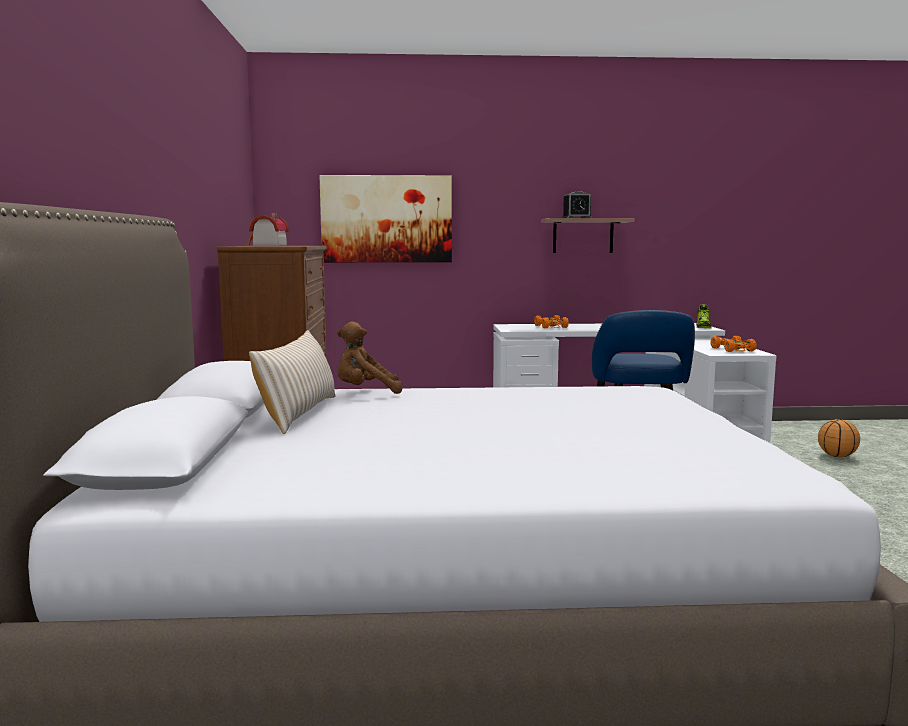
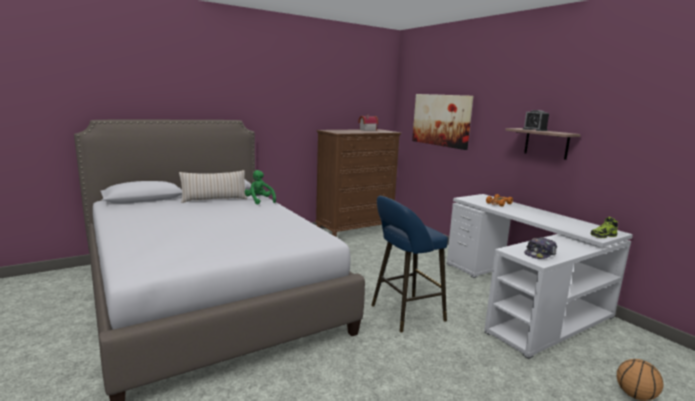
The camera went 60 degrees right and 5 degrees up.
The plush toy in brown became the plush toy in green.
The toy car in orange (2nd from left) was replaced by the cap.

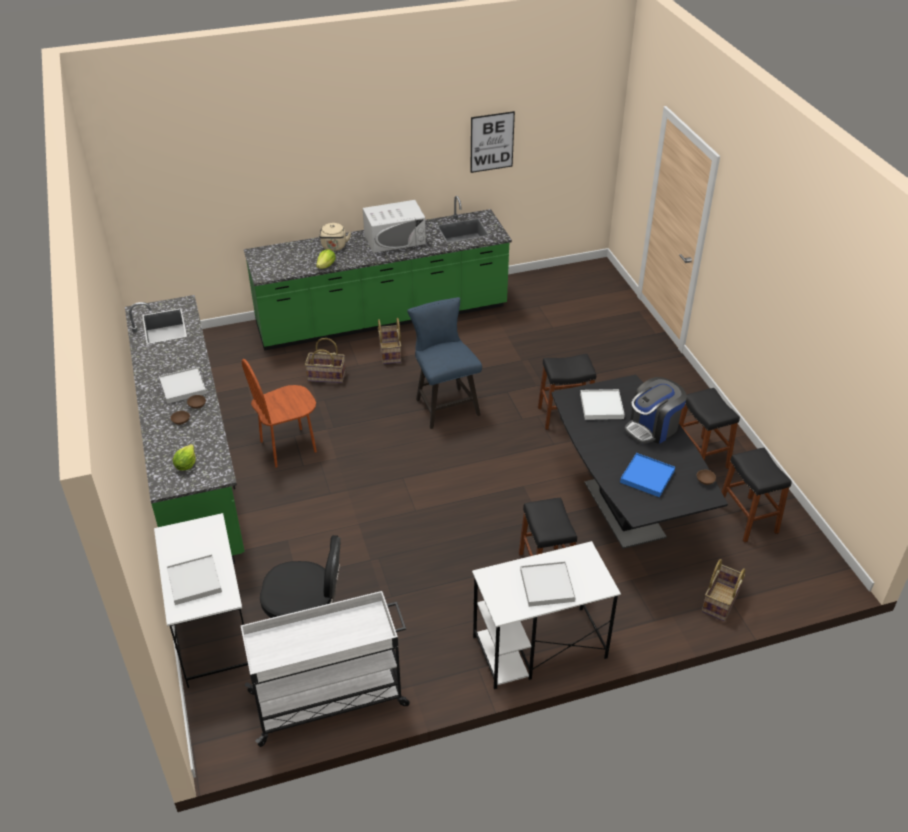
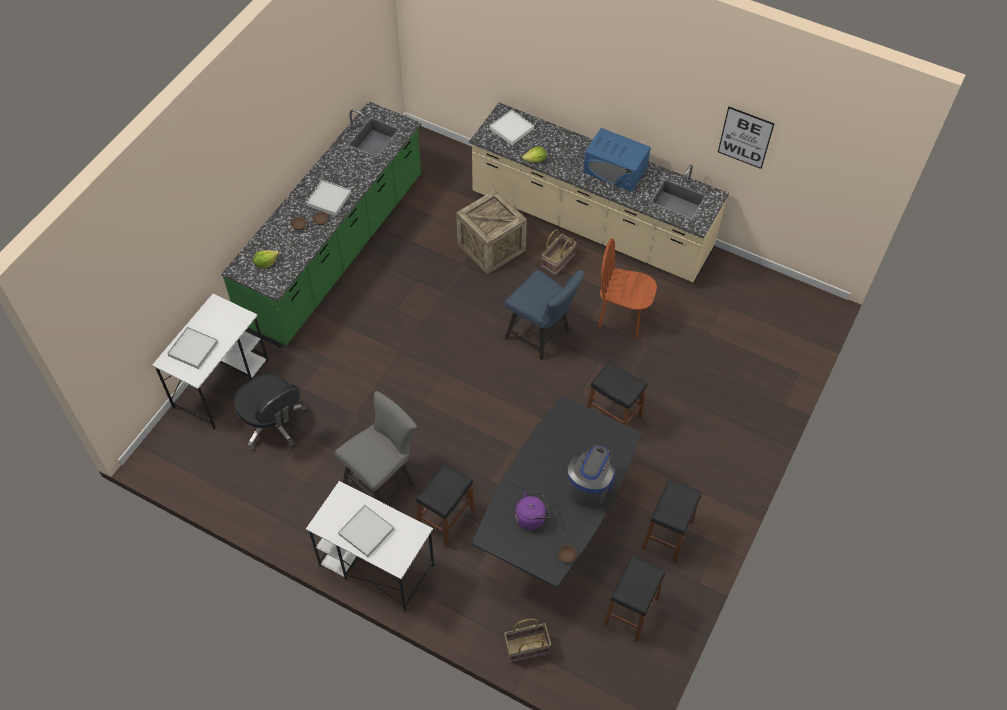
The camera went 45 degrees right and 15 degrees up.
The cart in white disappeared.
The chair in brown moved.
The counter in green (2nd from left) became the counter in beige.
The basket (1st from left) was replaced by the crate.
The kettle in beige disappeared.
The microwave in white became the microwave in blue.
The chair in blue turned 105 degrees clockwise.
The tray in white (4th from left) moved.
The tray in blue was replaced by the kettle in purple.
The coffee machine turned 105 degrees clockwise.
The chair in grey appeared.

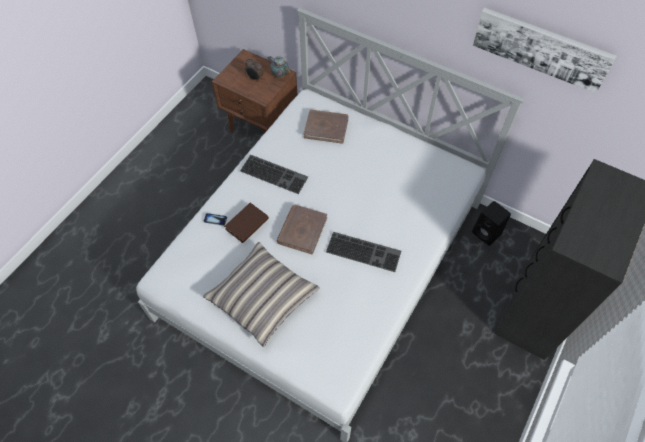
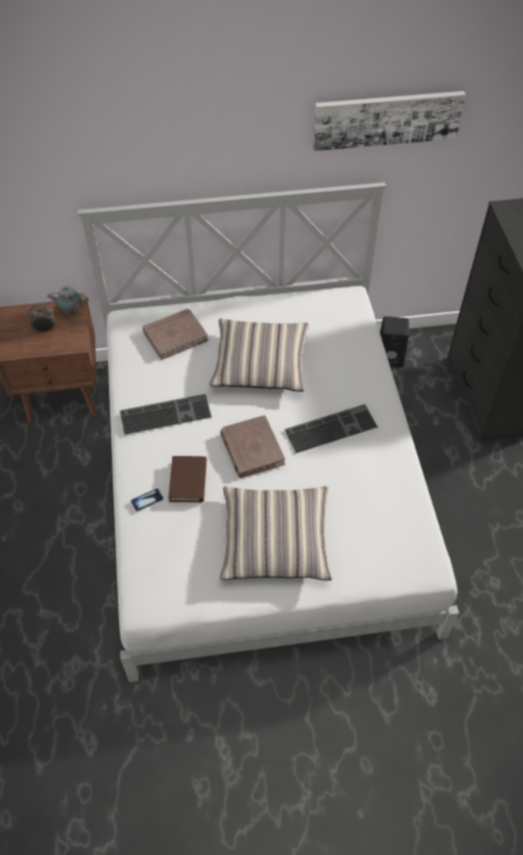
The camera went 40 degrees left and 5 degrees down.
The pillow (1st from left) appeared.

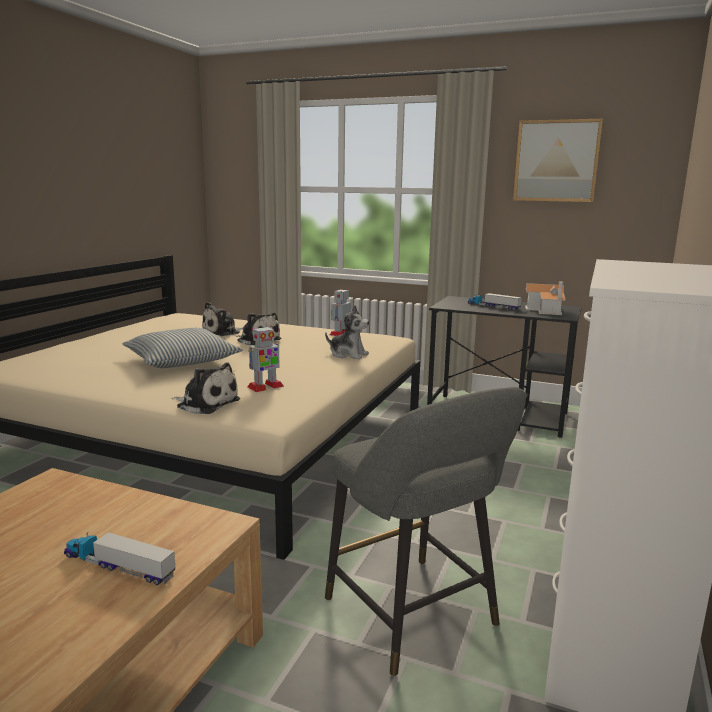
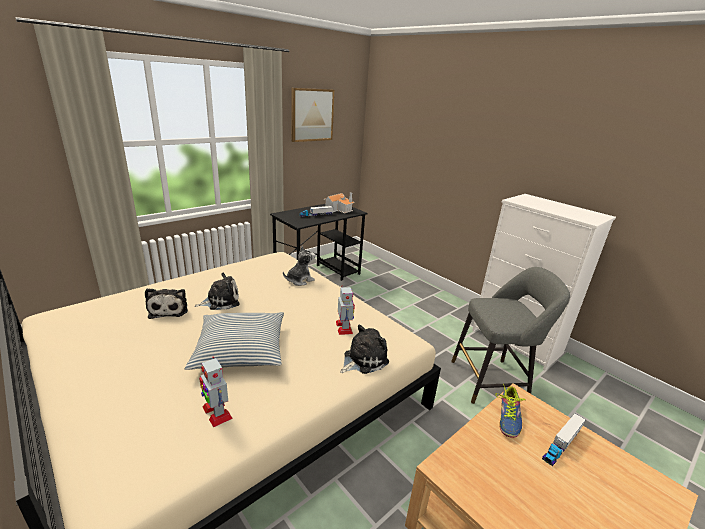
The camera went 65 degrees left and 10 degrees up.
The toy robot (2nd from left in the first image) moved.
The shoe appeared.

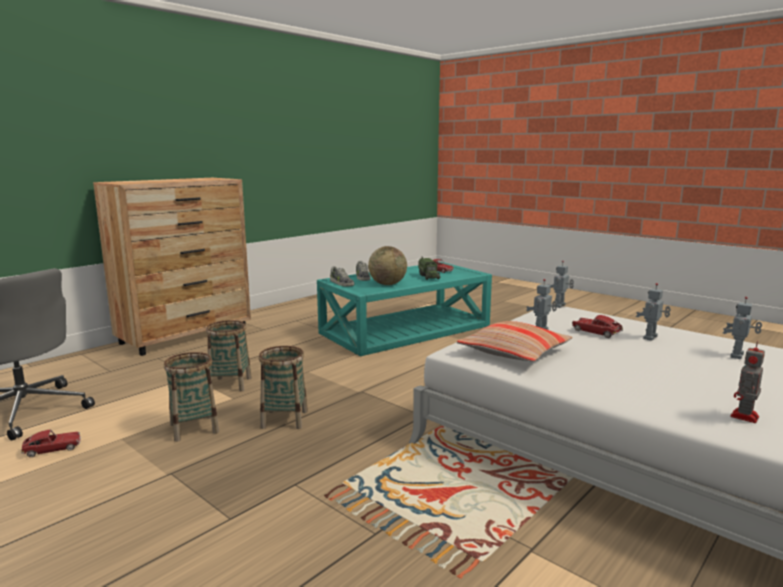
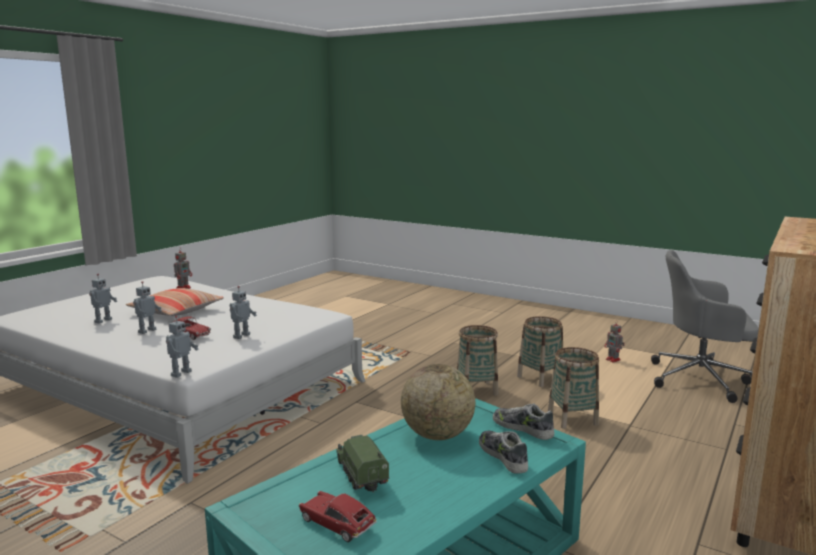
The camera went 170 degrees right and 0 degrees up.
The toy car (1st from left) was replaced by the toy robot (6th from left).
The pillow moved.

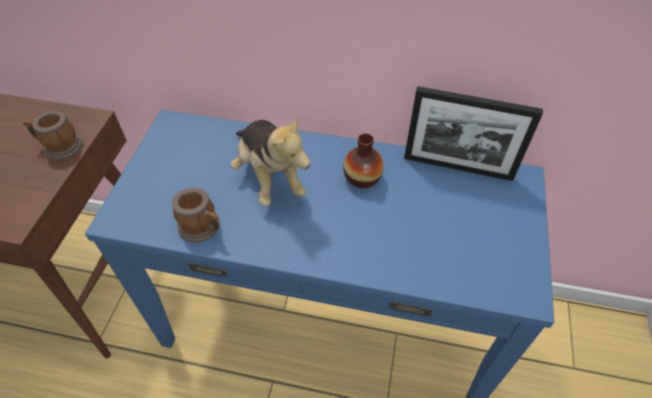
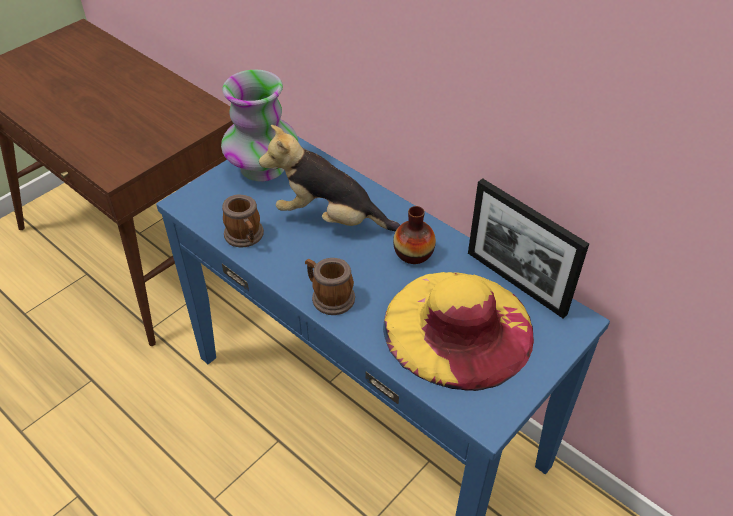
The camera went 30 degrees right and 5 degrees down.
The mug (1st from left in the first image) moved.
The plush toy turned 105 degrees clockwise.
The vase (1st from left) appeared.
The hat in yellow appeared.

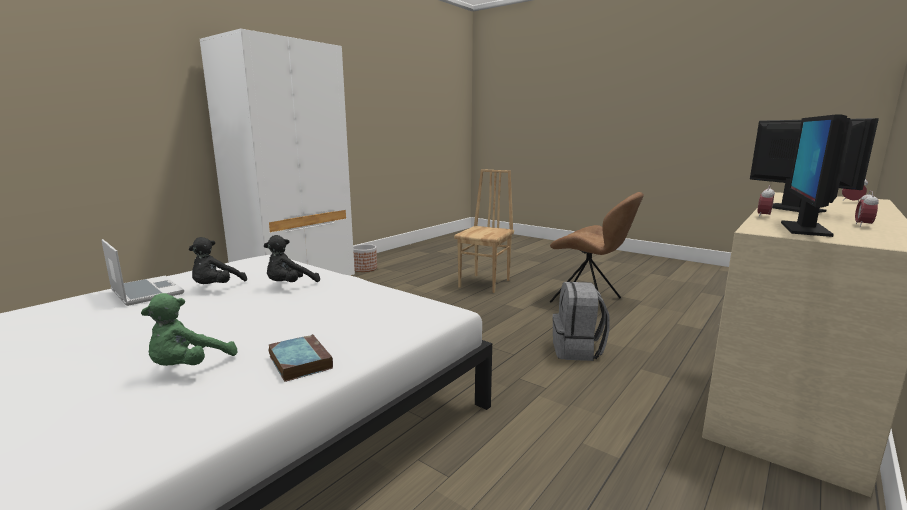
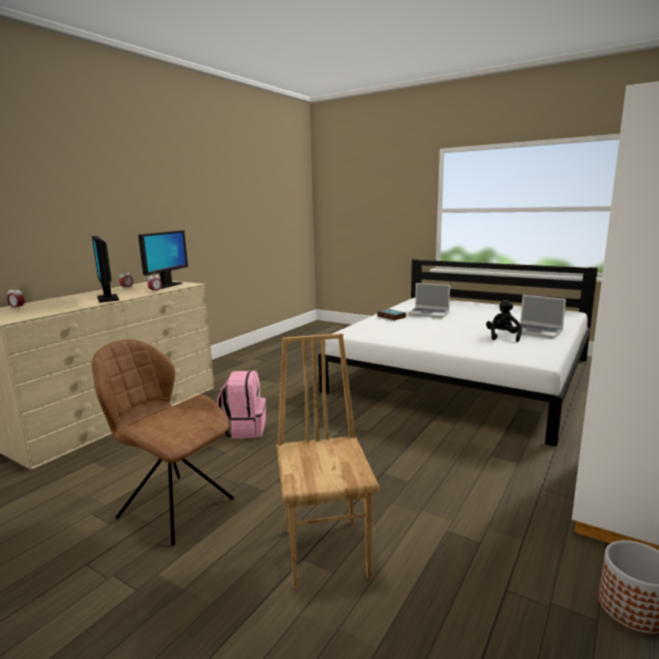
The camera went 175 degrees right and 0 degrees up.
The plush toy in green was replaced by the laptop (1st from left).
The plush toy in black (2nd from left) disappeared.
The chair in brown (1st from left in the first image) turned 150 degrees clockwise.
The backpack in grey became the backpack in pink.

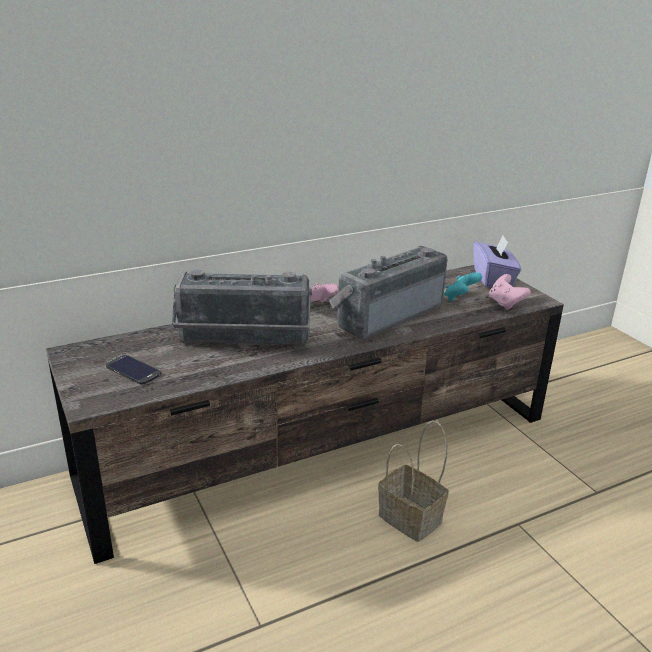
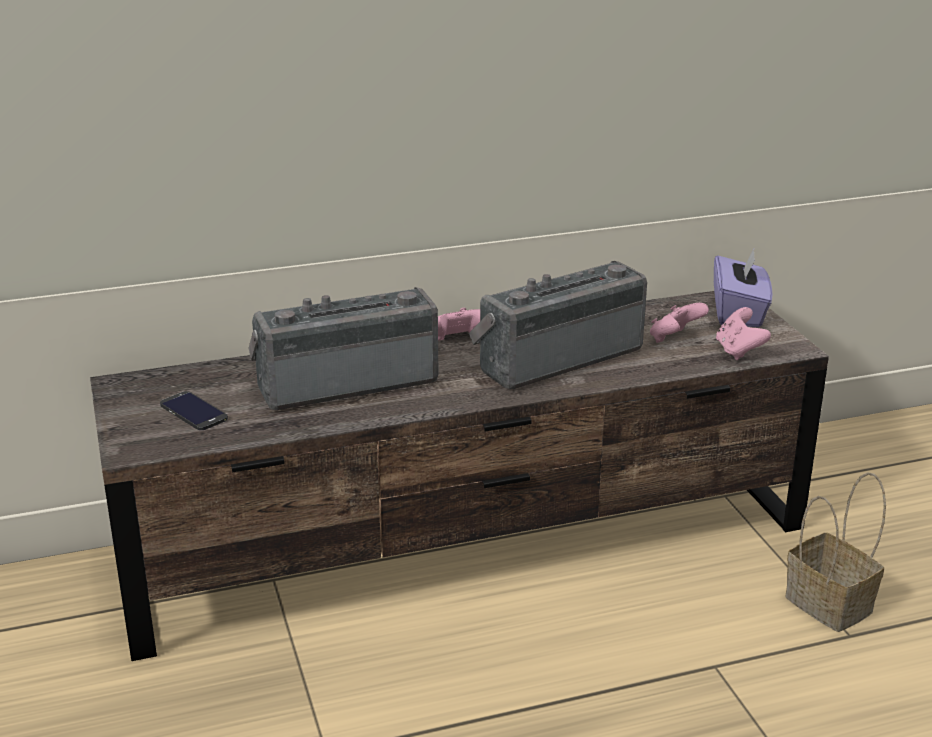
The camera went 10 degrees right and 0 degrees up.
The radio (1st from left) turned 150 degrees clockwise.
The basket moved.
The game controller in turquoise became the game controller in pink (2nd from left).

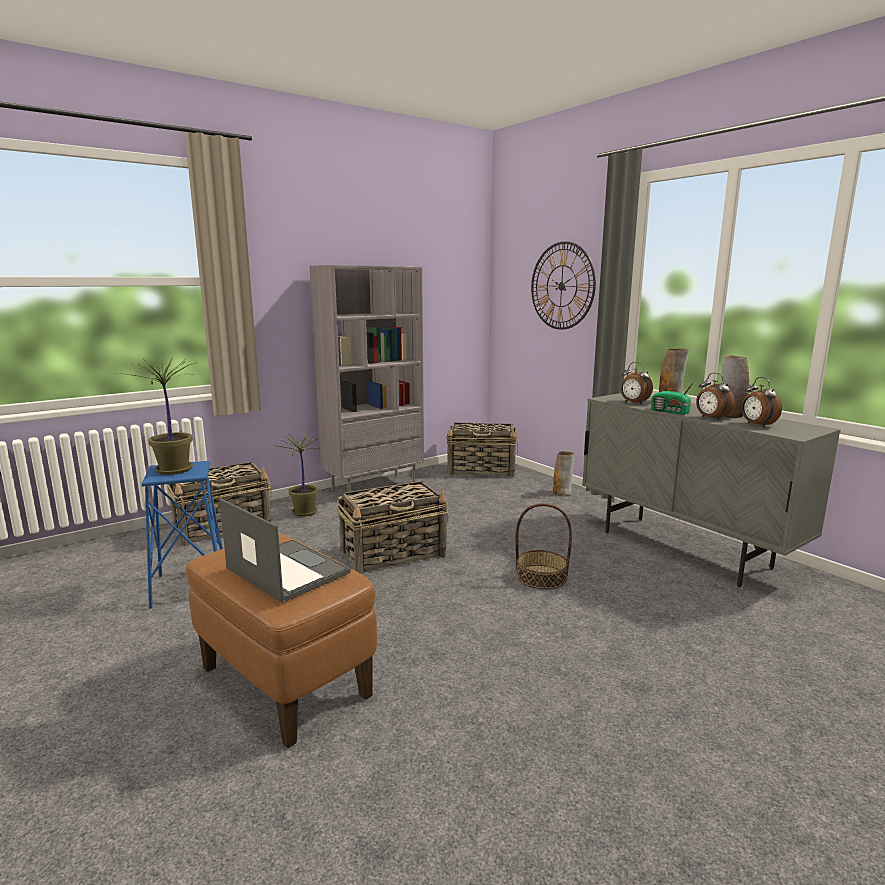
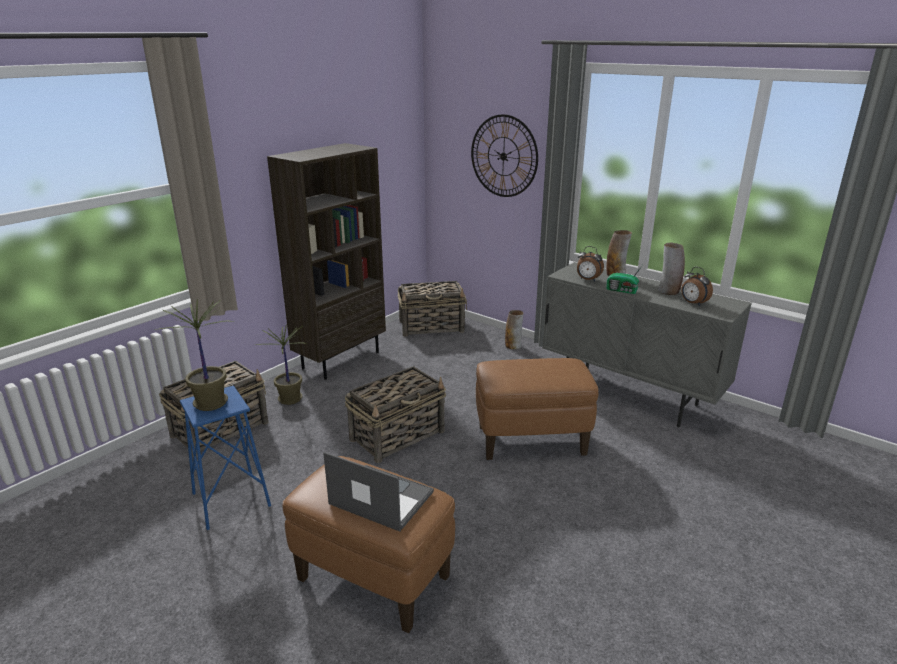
The camera went 15 degrees left and 10 degrees up.
The bookcase in grey became the bookcase in brown.
The basket (4th from left) was replaced by the ottoman in brown (2nd from left).
The alarm clock (2nd from left) disappeared.

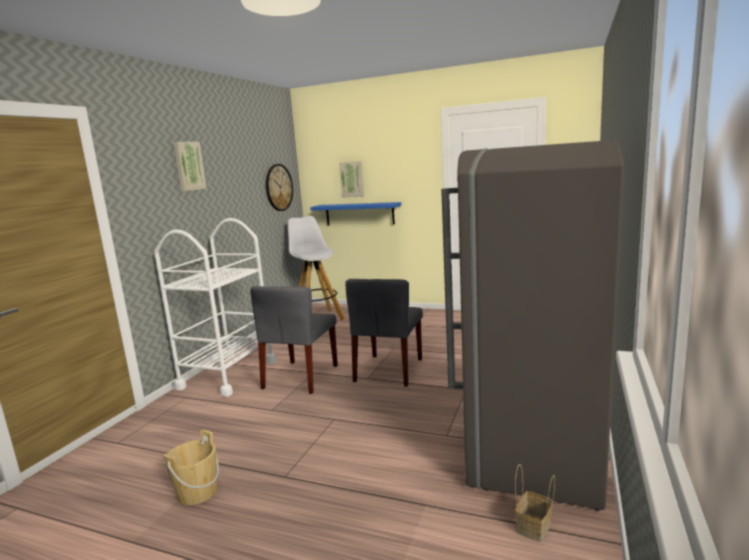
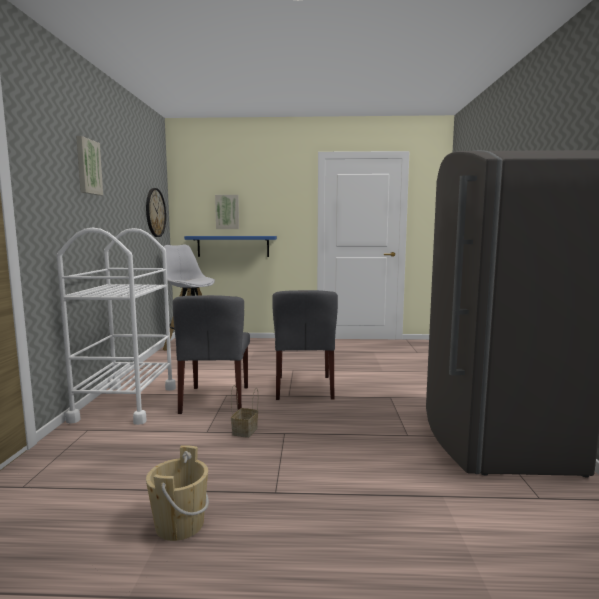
The camera went 20 degrees left and 5 degrees down.
The basket moved.

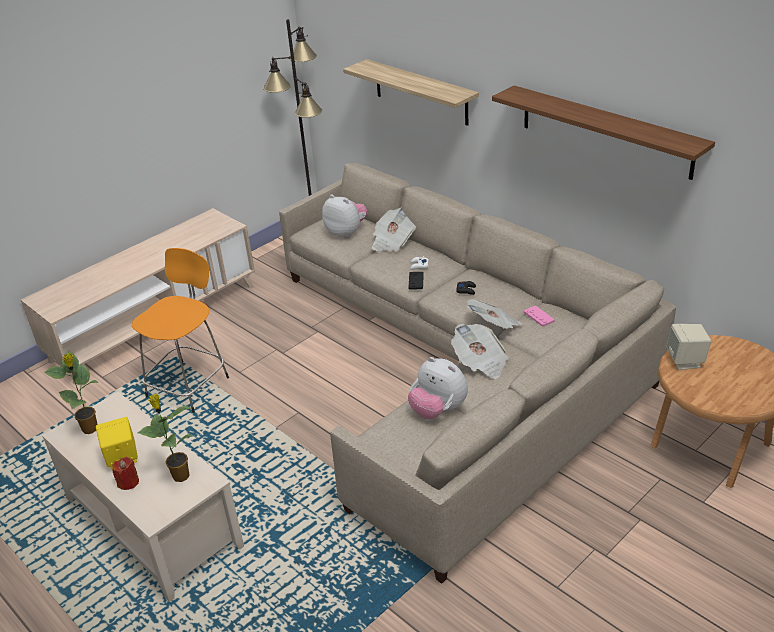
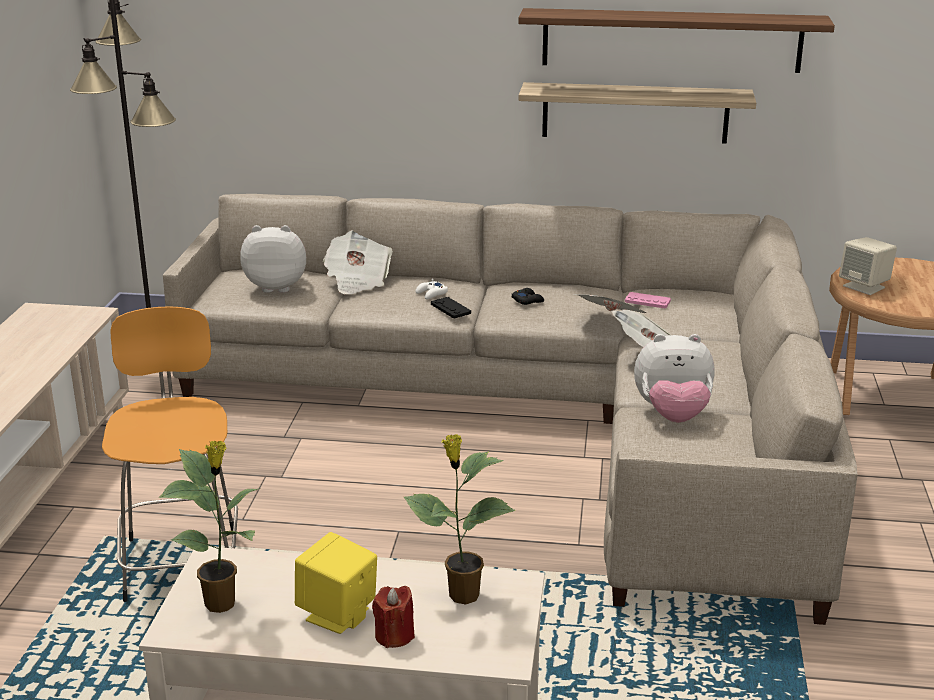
The camera went 40 degrees left and 10 degrees down.
The shelf (1st from left) moved.

